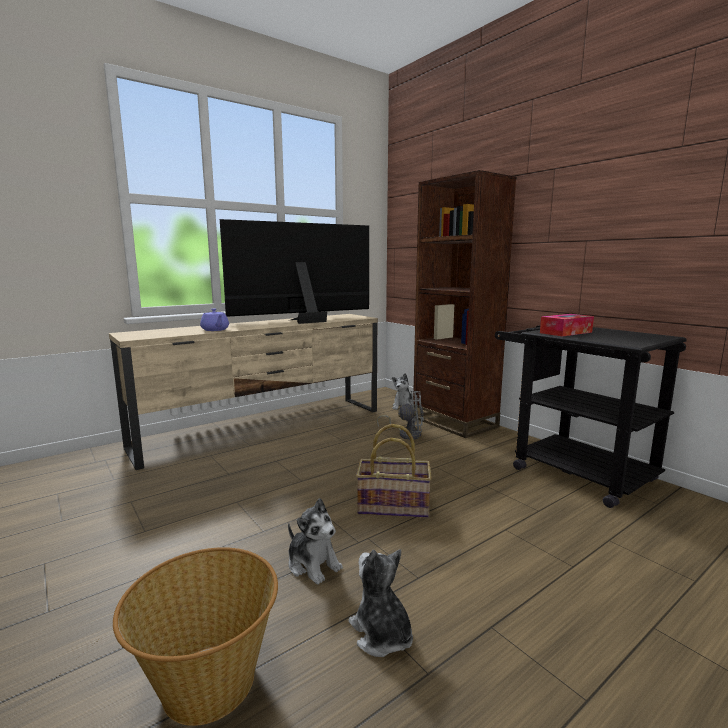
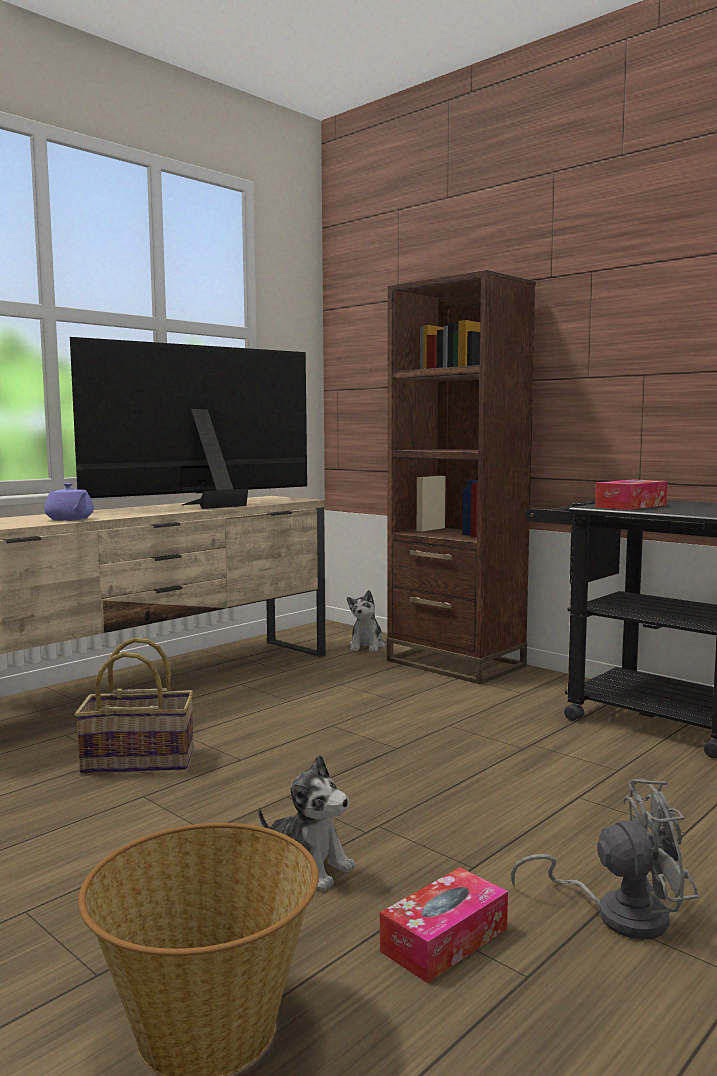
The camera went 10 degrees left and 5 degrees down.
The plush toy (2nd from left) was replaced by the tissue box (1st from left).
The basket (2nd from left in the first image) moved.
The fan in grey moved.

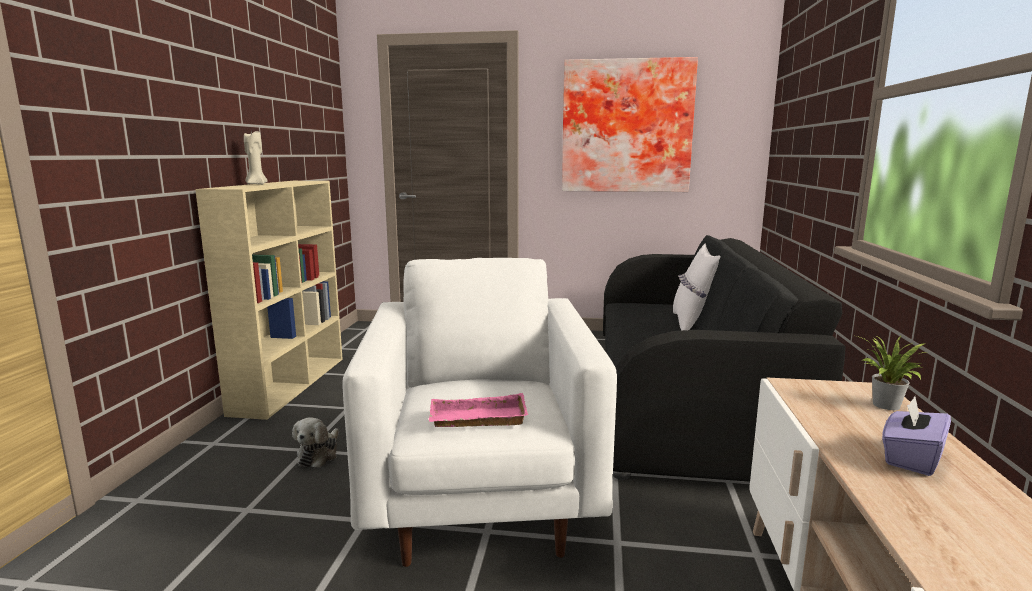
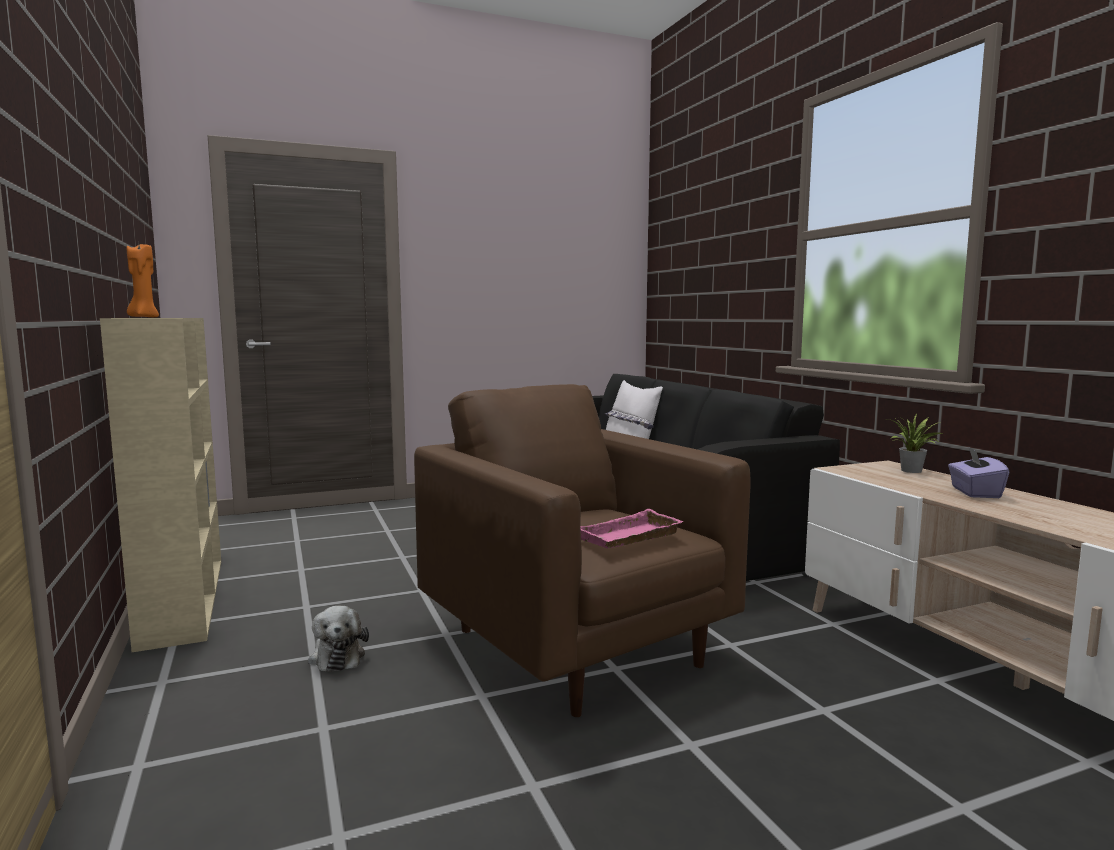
The camera went 30 degrees left and 5 degrees down.
The candle in beige became the candle in orange.
The armchair in white became the armchair in brown.
The picture disappeared.

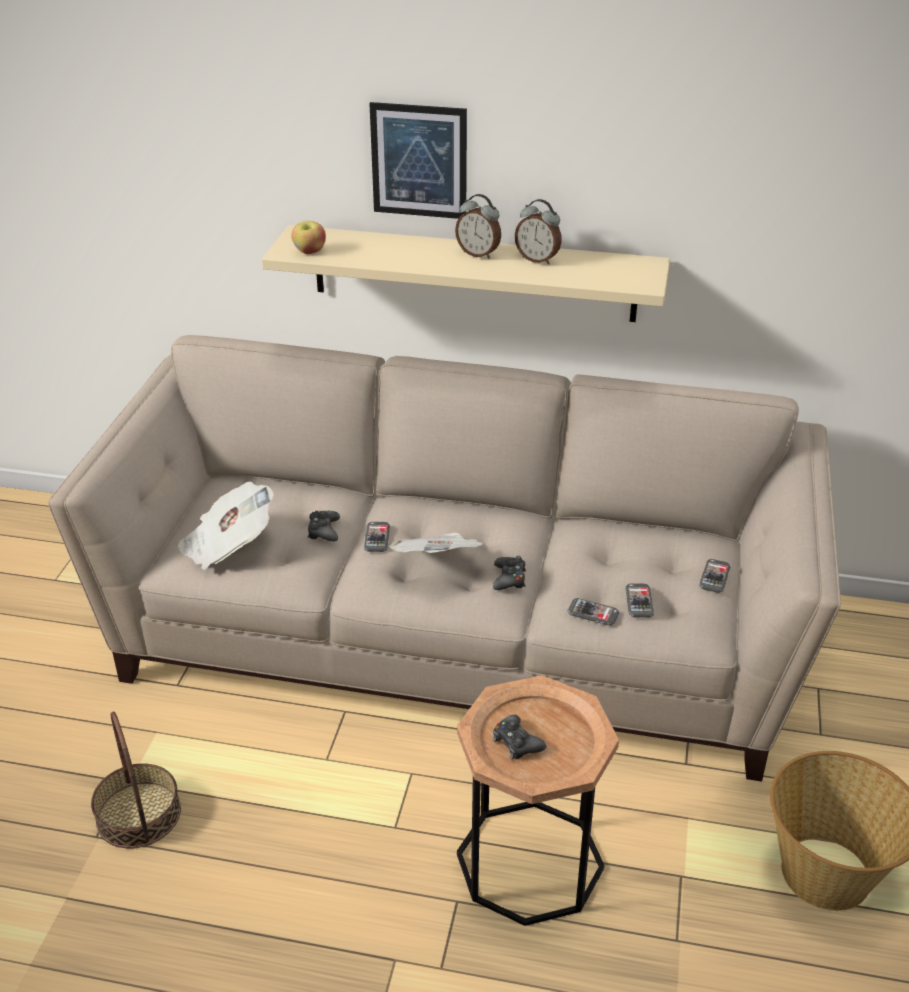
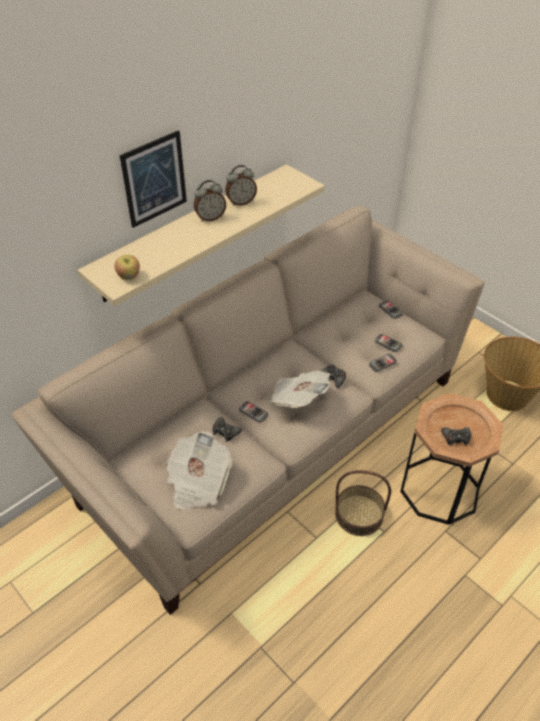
The camera went 55 degrees left and 10 degrees up.
The basket (1st from left) moved.

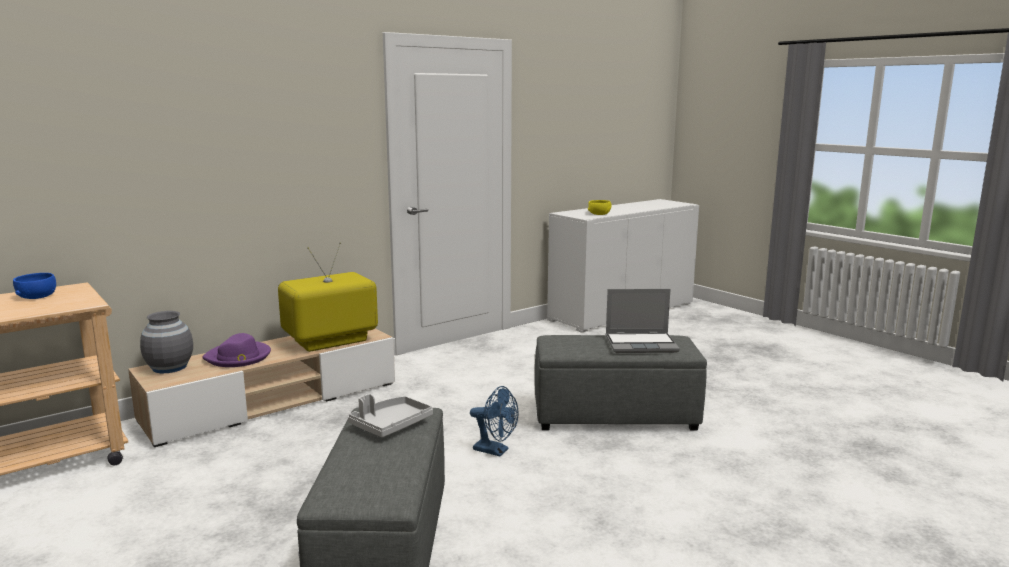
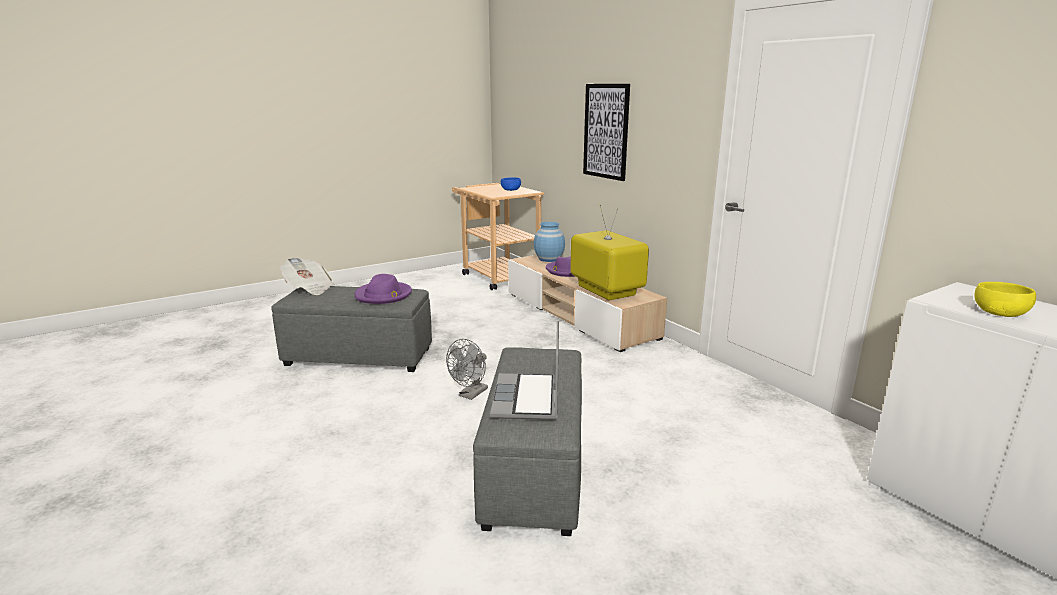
The camera went 95 degrees right and 5 degrees up.
The vase in grey became the vase in blue.
The tray in grey was replaced by the hat in purple (1st from left).
The fan in blue became the fan in grey.
The newspaper appeared.
The picture appeared.

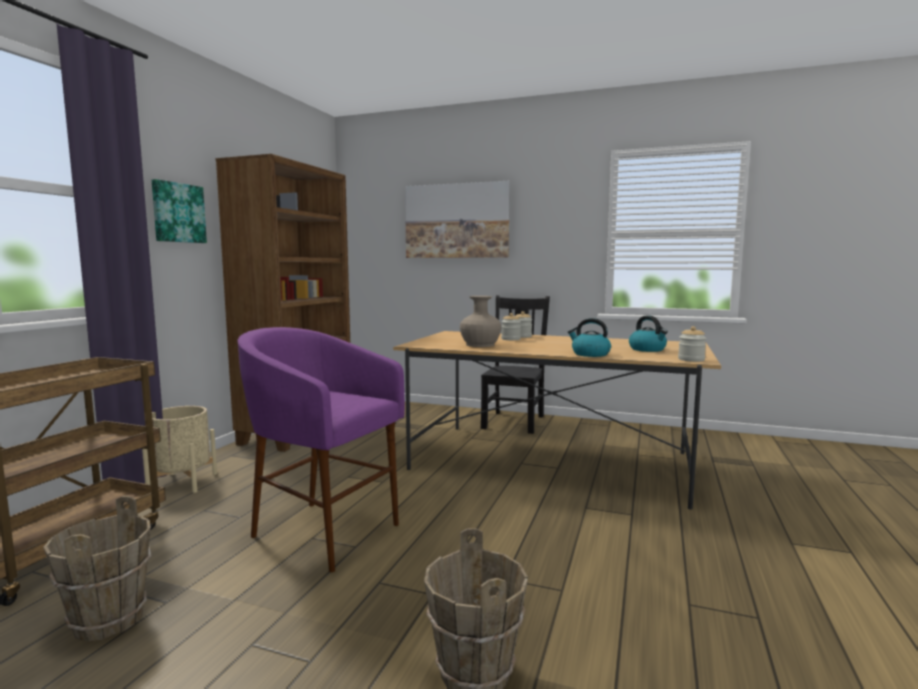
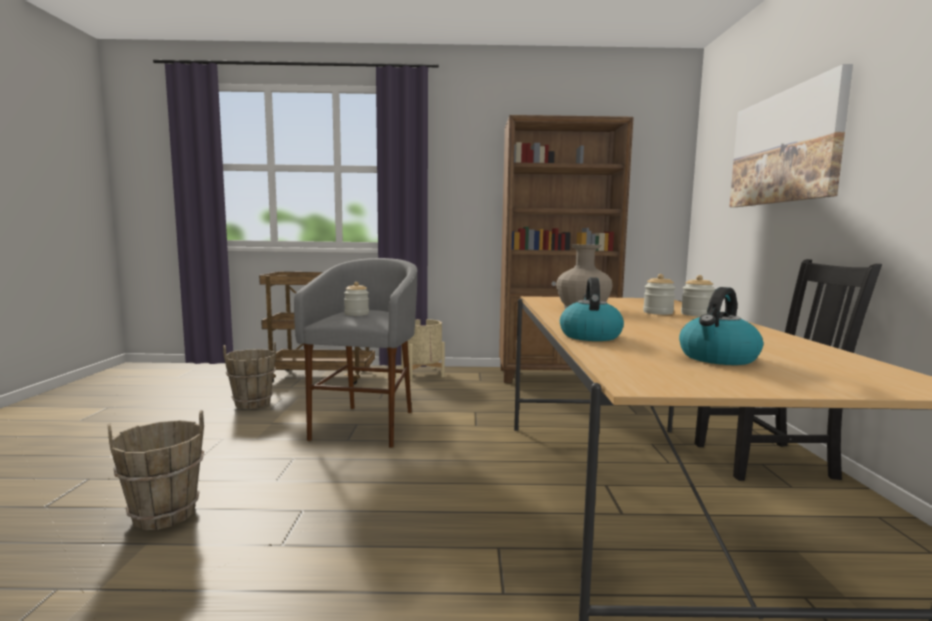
The camera went 70 degrees right and 0 degrees up.
The picture (1st from left) disappeared.
The stool in purple became the stool in grey.
The jar (3rd from left in the first image) moved.

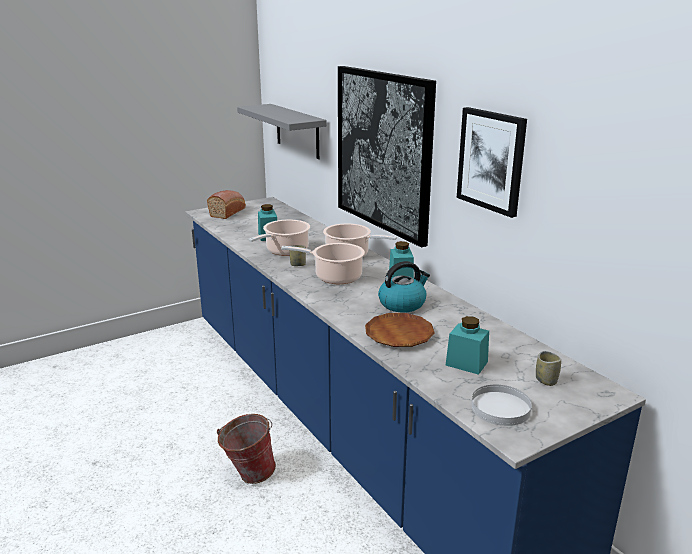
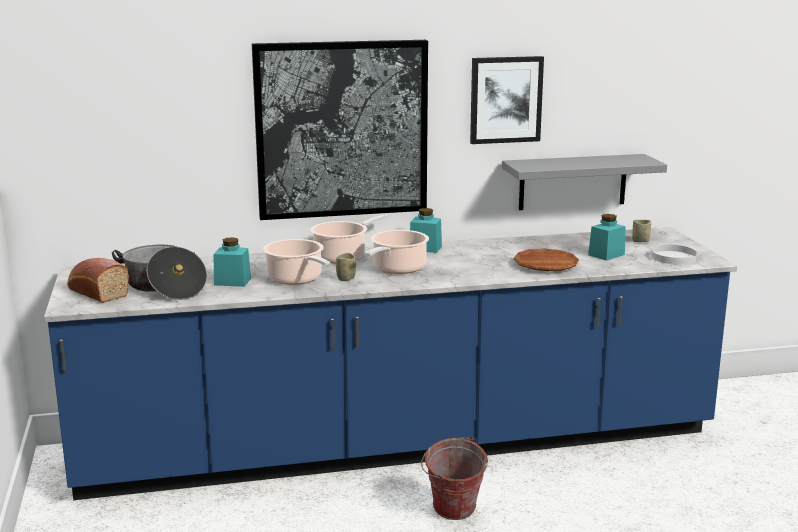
The camera went 70 degrees left and 5 degrees down.
The shelf in grey moved.
The kettle disappeared.
The cooking pot (1st from left) appeared.

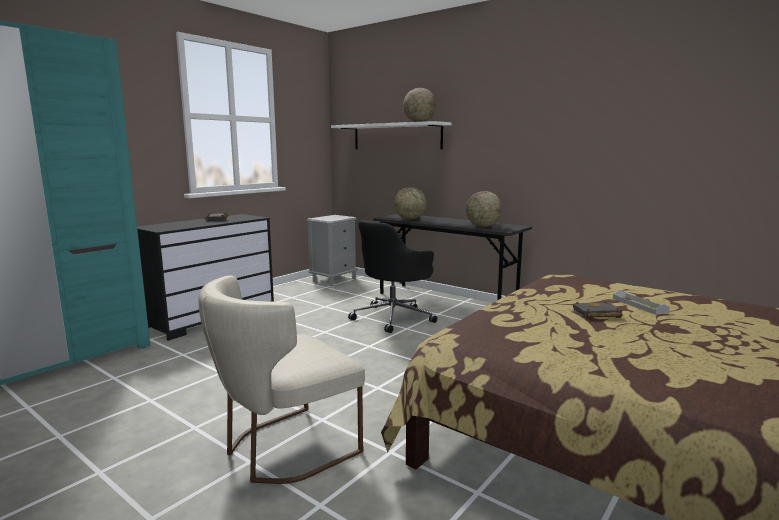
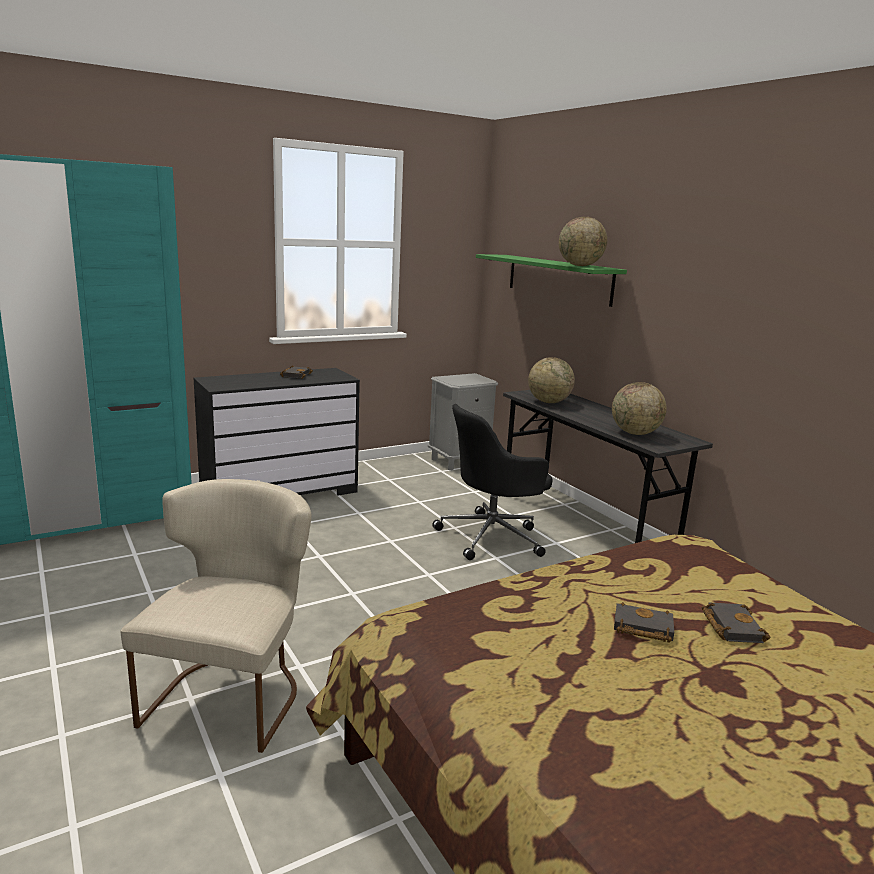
The camera went 20 degrees right and 5 degrees up.
The chair in beige turned 120 degrees clockwise.
The shelf in white became the shelf in green.
The tray in grey was replaced by the book in black (3rd from left).

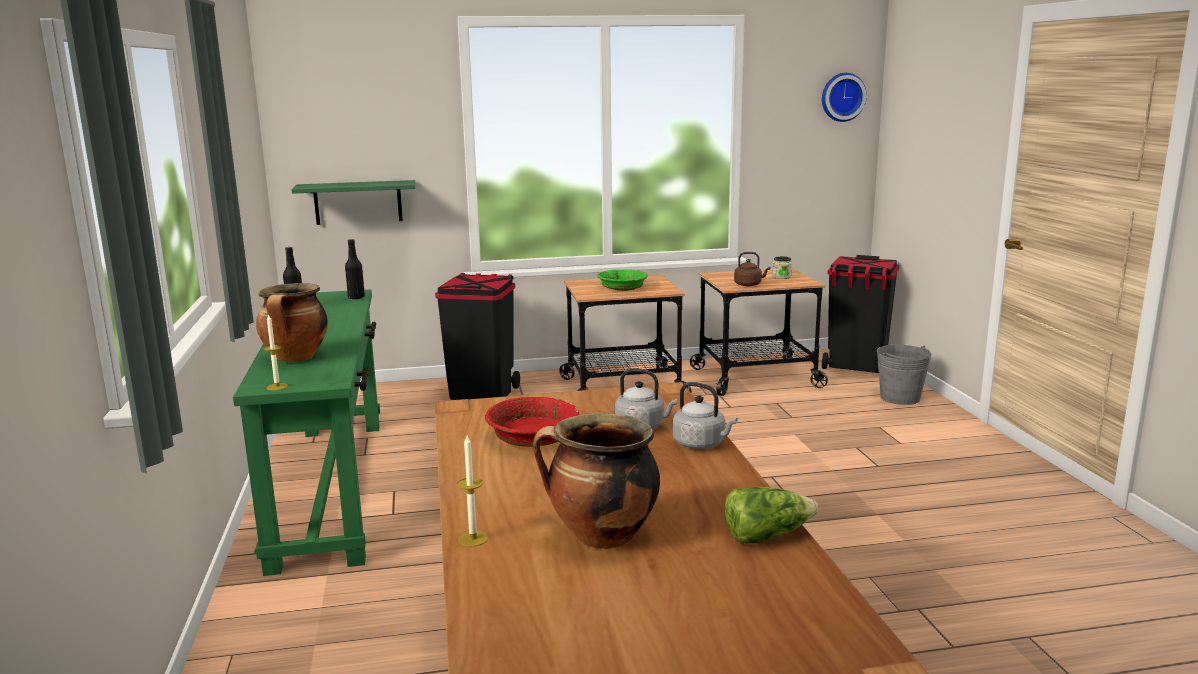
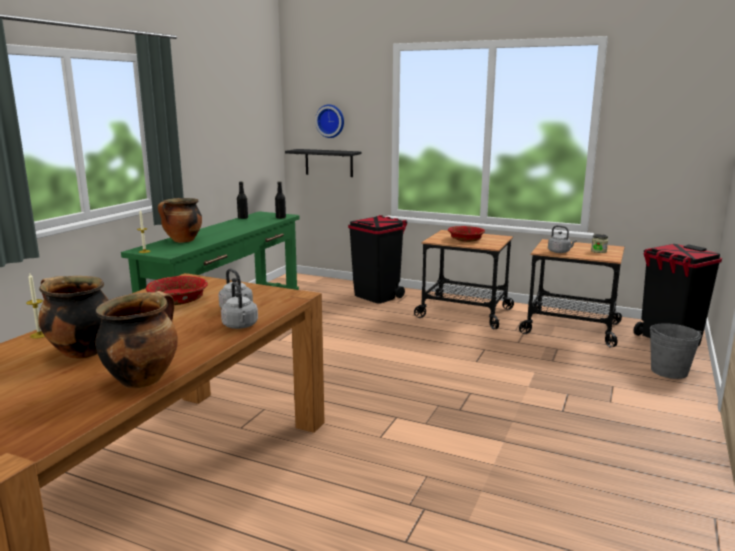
The camera went 35 degrees right and 0 degrees up.
The shelf in green became the shelf in black.
The bowl in green became the bowl in red (2nd from left).
The lettuce was replaced by the cooking pot (2nd from left).
The kettle in brown became the kettle in grey (3rd from left).
The wall clock moved.

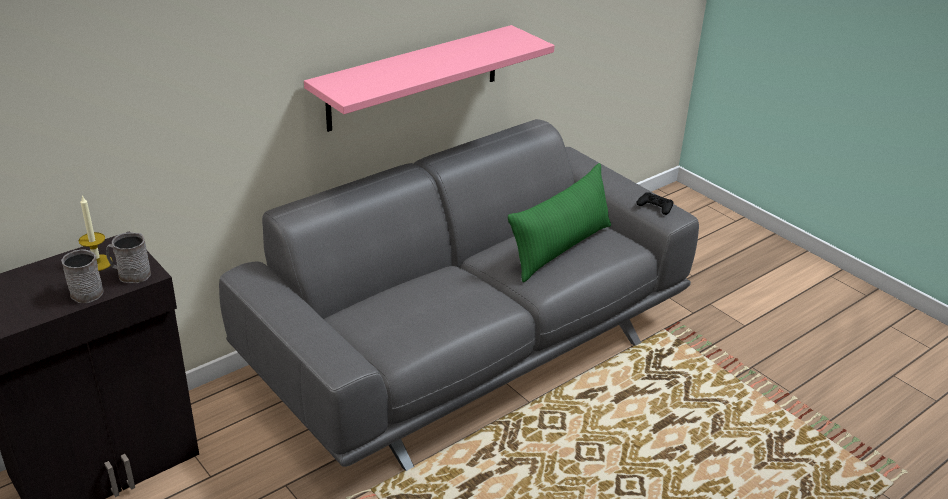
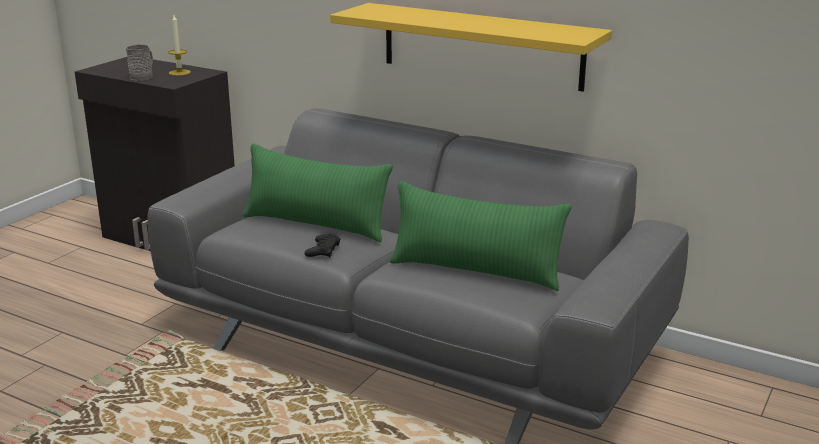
The camera went 70 degrees right and 10 degrees down.
The mug in grey (2nd from left) disappeared.
The shelf in pink became the shelf in yellow.
The game controller in black moved.
The pillow in green (1st from left) appeared.

